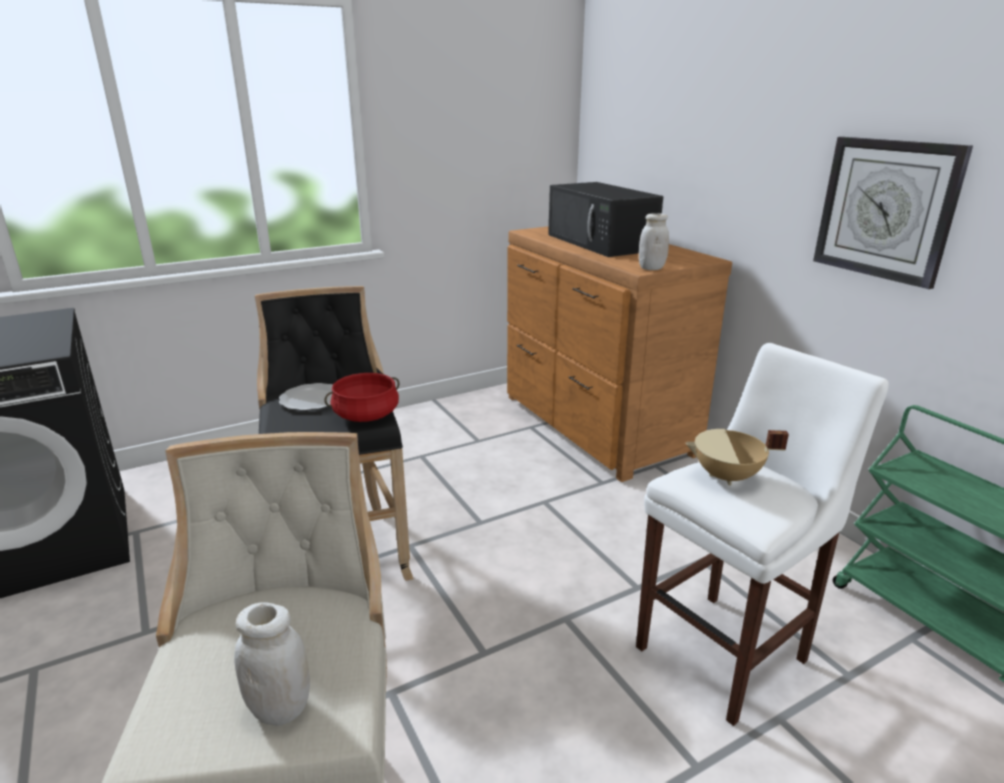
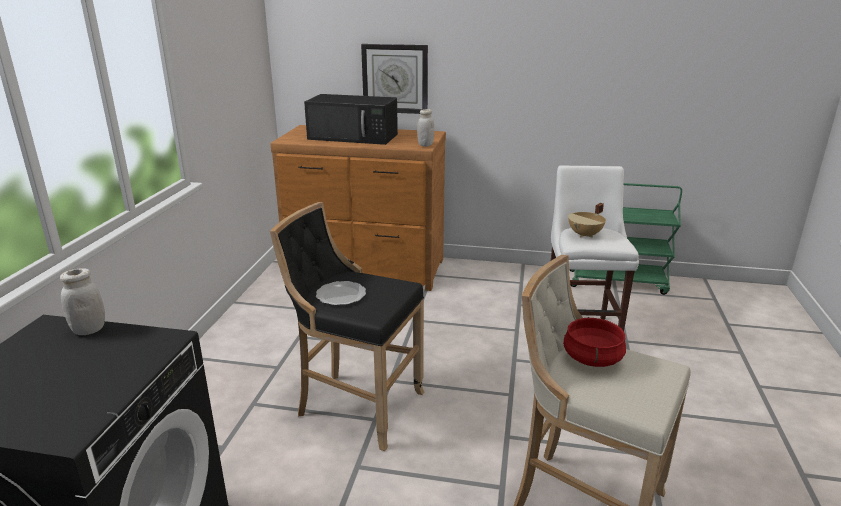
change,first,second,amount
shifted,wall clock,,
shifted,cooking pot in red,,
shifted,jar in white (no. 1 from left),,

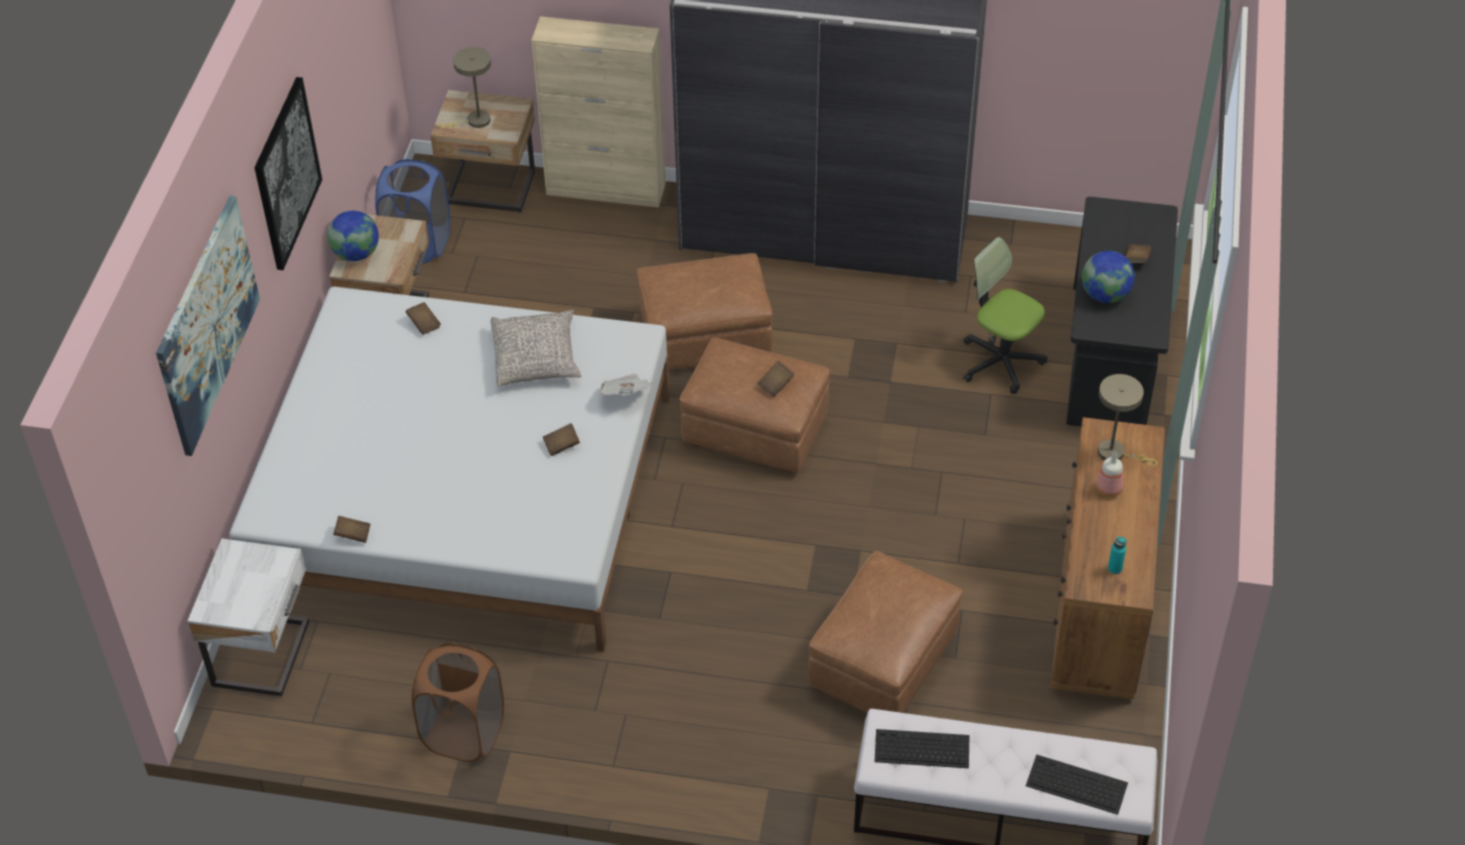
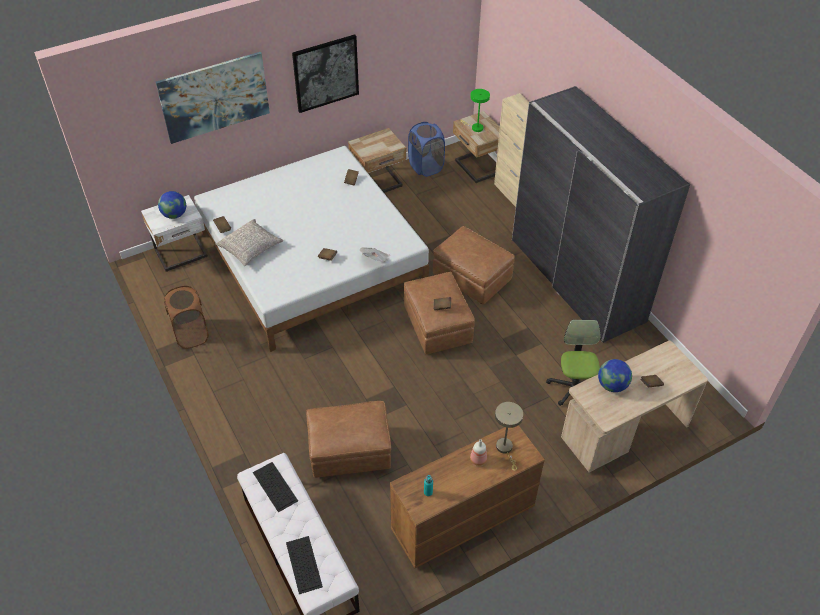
change,first,second,amount
repainted,table lamp in beige (no. 1 from left),table lamp in green,
repainted,desk in black,desk in beige,
shifted,globe (no. 1 from left),,
shifted,pillow in grey,,

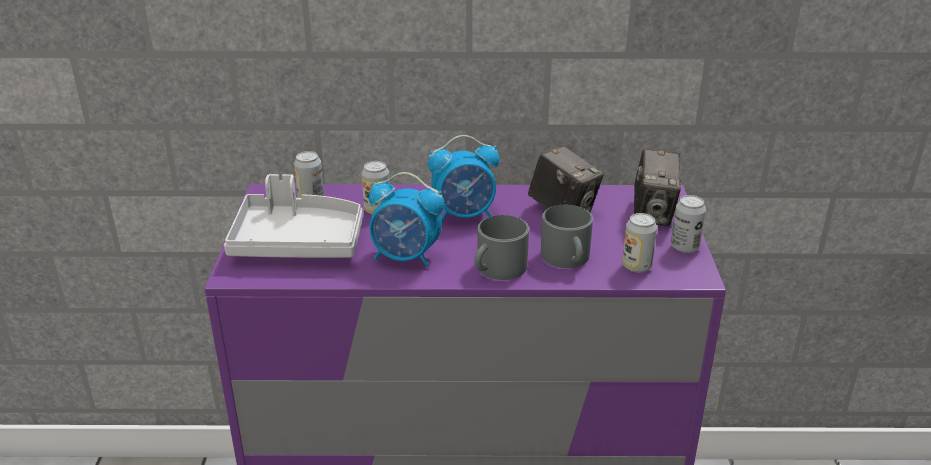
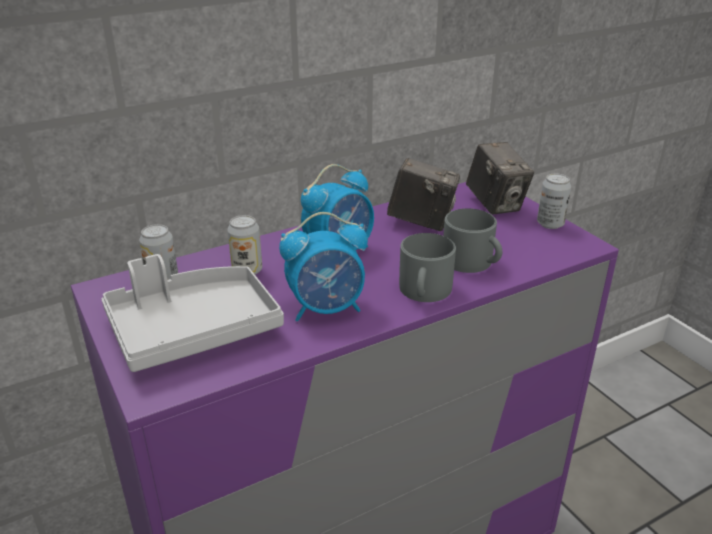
change,first,second,amount
gone,can (no. 3 from left),,

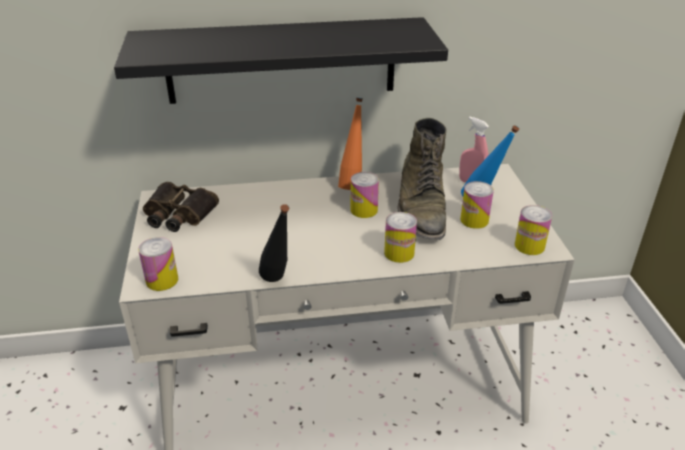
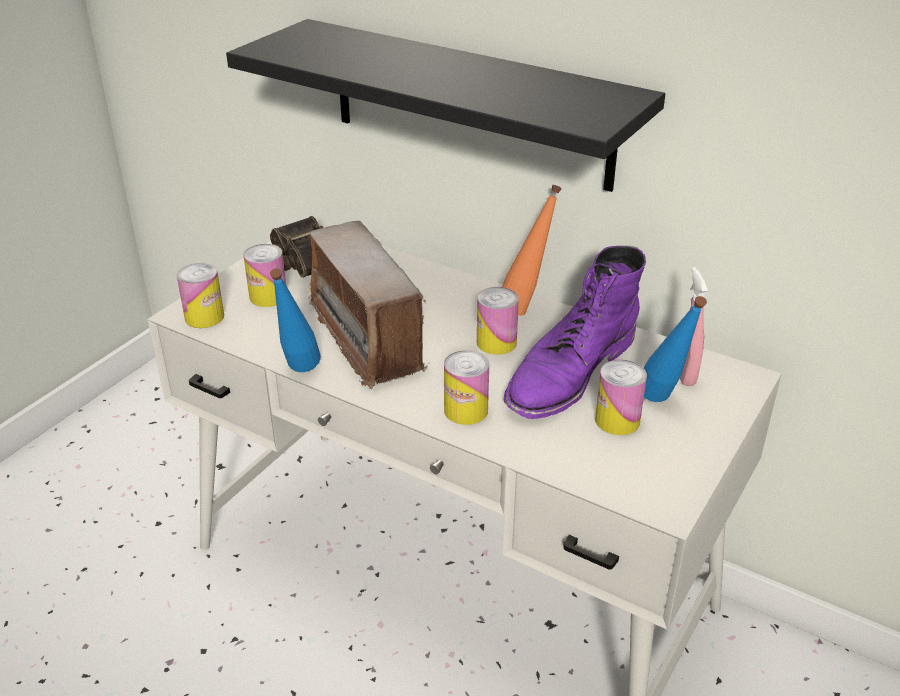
change,first,second,amount
repainted,boot in green,boot in purple,
repainted,bottle in black,bottle in blue (no. 1 from left),
shifted,can (no. 5 from left in the first image),can (no. 2 from left),
new,,radio,

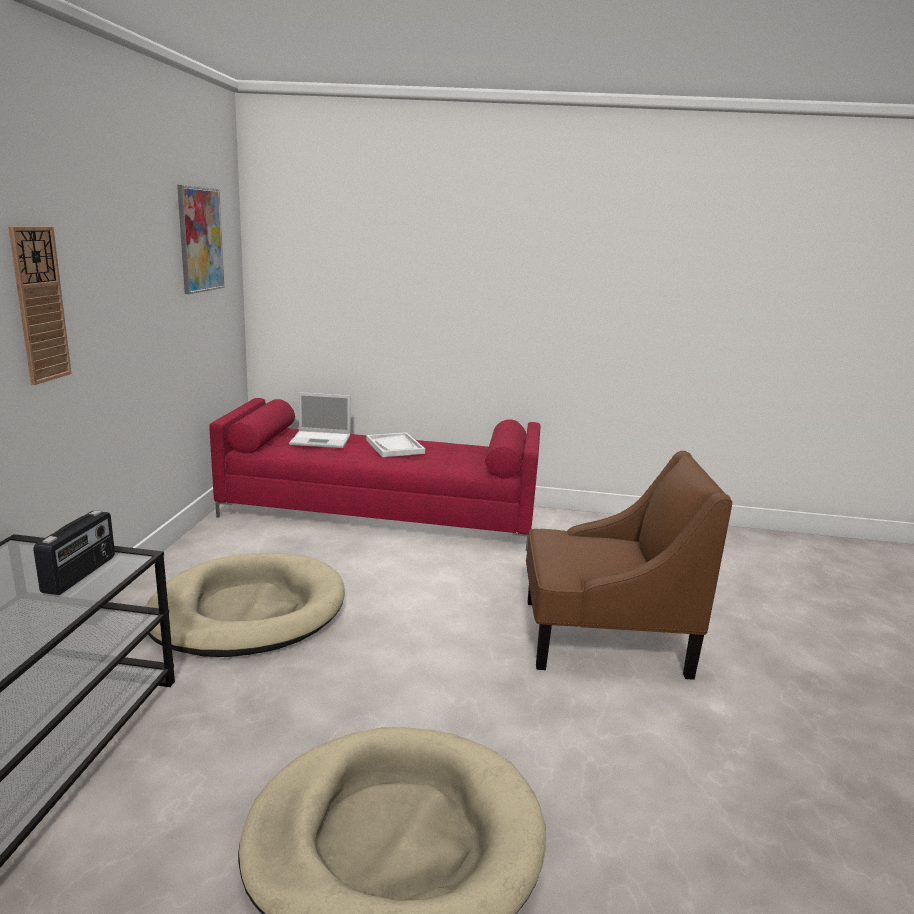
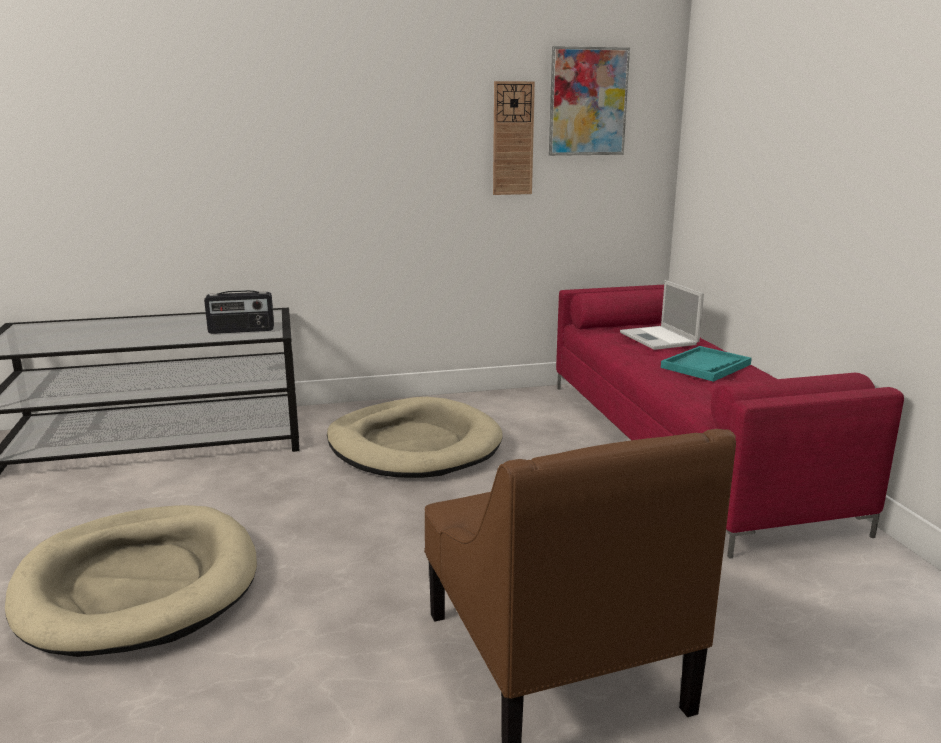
change,first,second,amount
shifted,wall clock,,
repainted,tray in white,tray in turquoise,

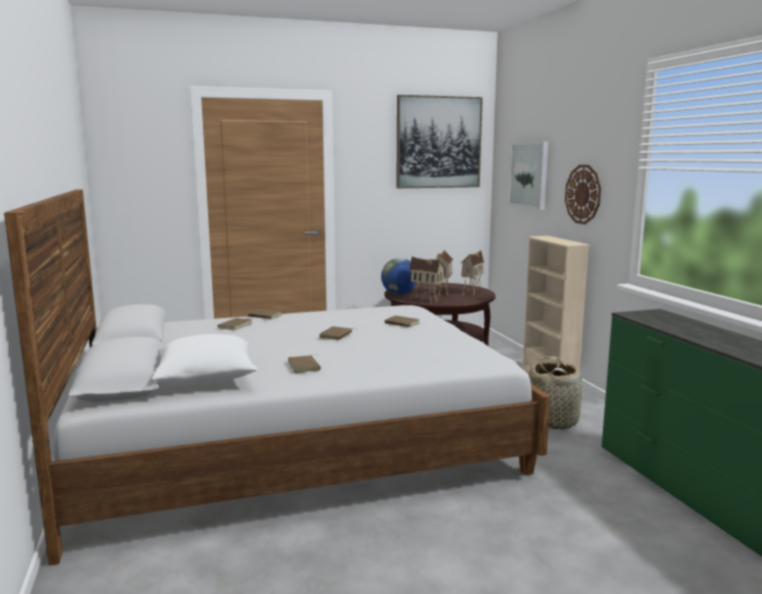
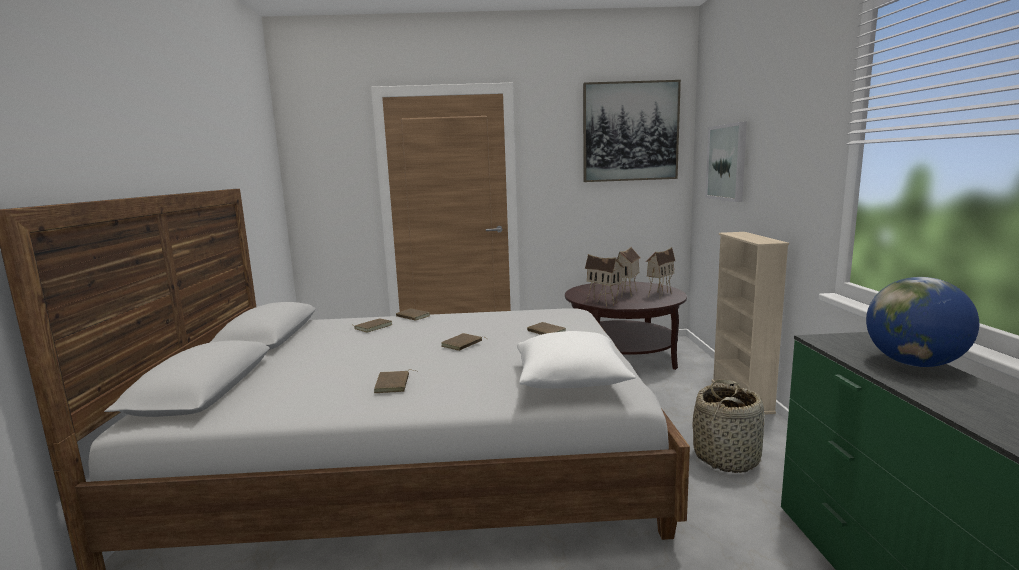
change,first,second,amount
gone,wall clock,,
shifted,globe,,
shifted,pillow in white,,

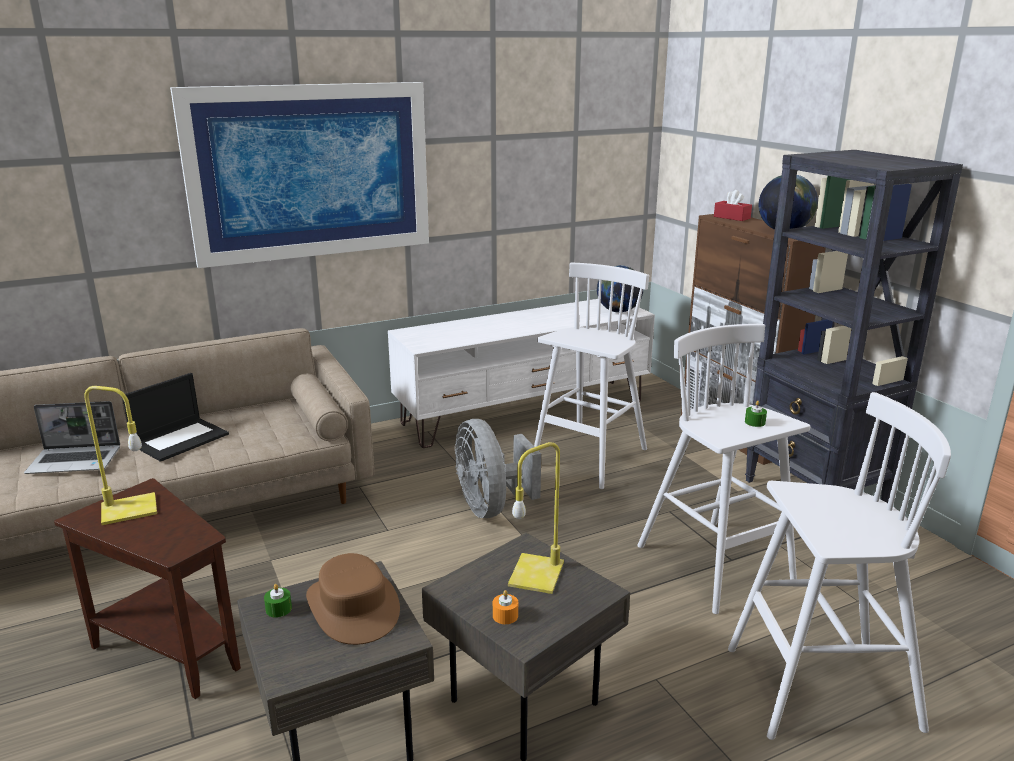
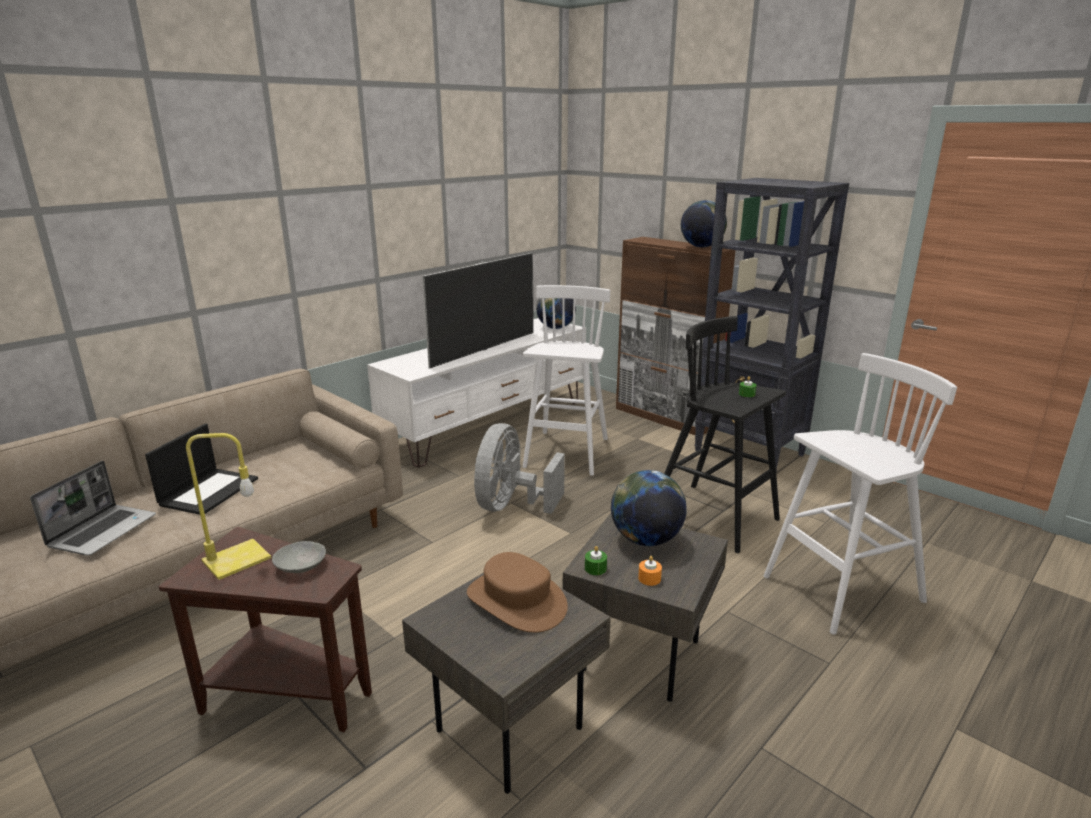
change,first,second,amount
gone,picture,,
gone,tissue box in red,,
repainted,stool in white (no. 2 from left),stool in black,
rotated,laptop (no. 1 from left),,45 degrees counterclockwise
rotated,fan in grey,,60 degrees clockwise
swapped,table lamp in yellow (no. 2 from left),globe (no. 2 from left),
shifted,candle in green (no. 1 from left),,
new,,television,
new,,bowl in grey,

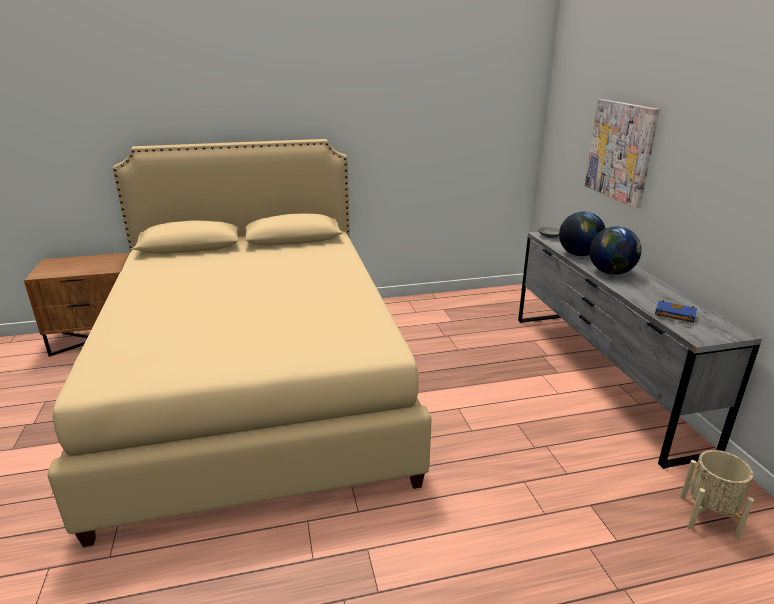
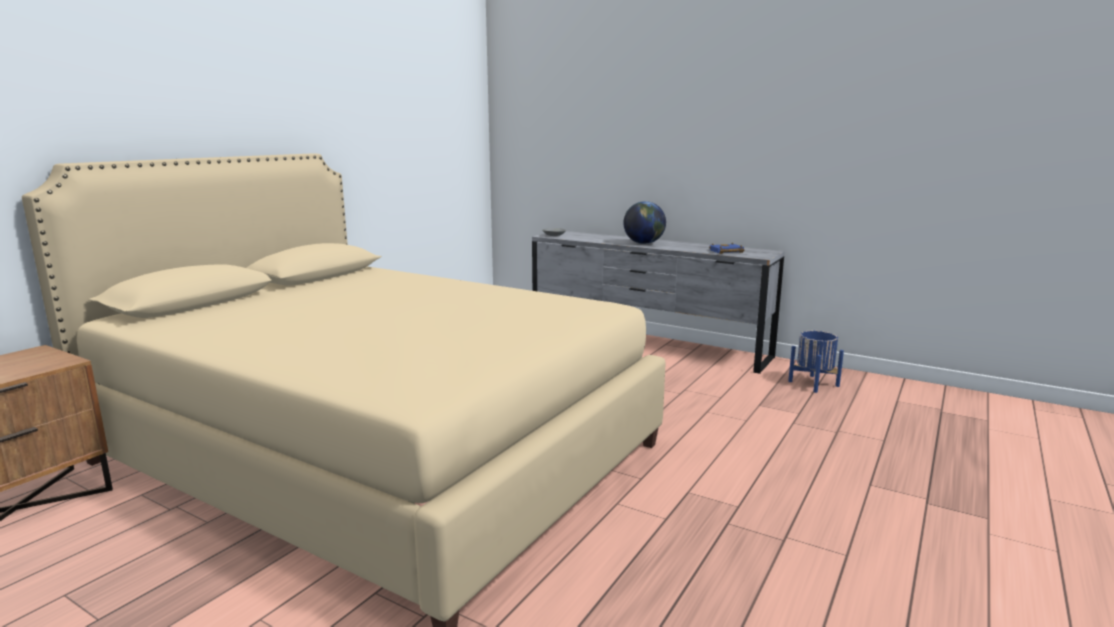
change,first,second,amount
gone,picture,,
gone,globe (no. 1 from left),,
repainted,planter in beige,planter in blue,

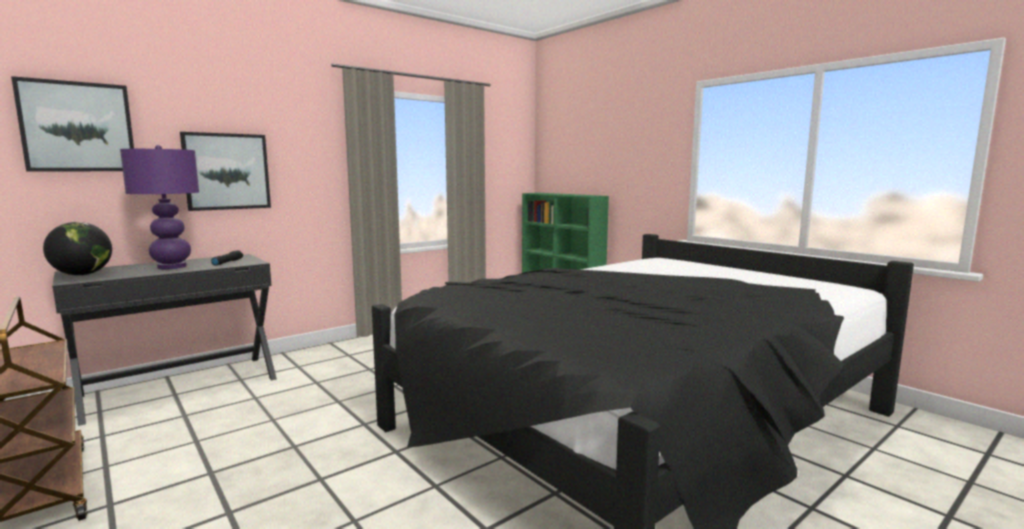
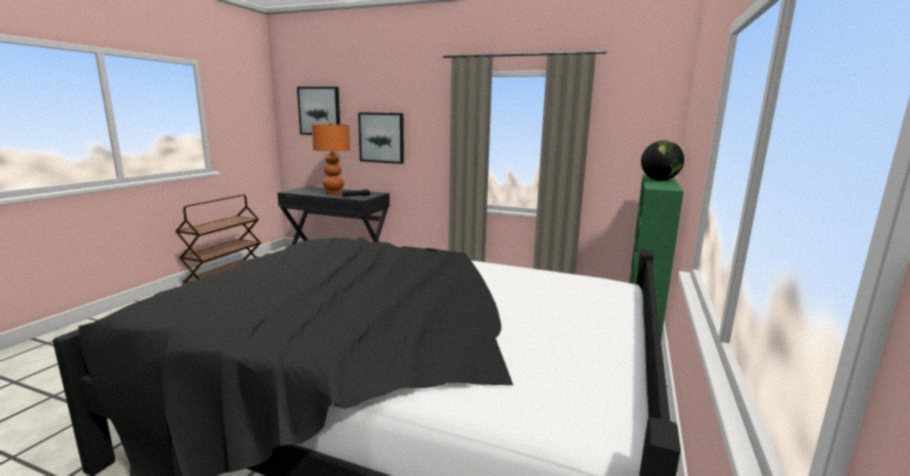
change,first,second,amount
repainted,table lamp in purple,table lamp in orange,
shifted,globe,,

